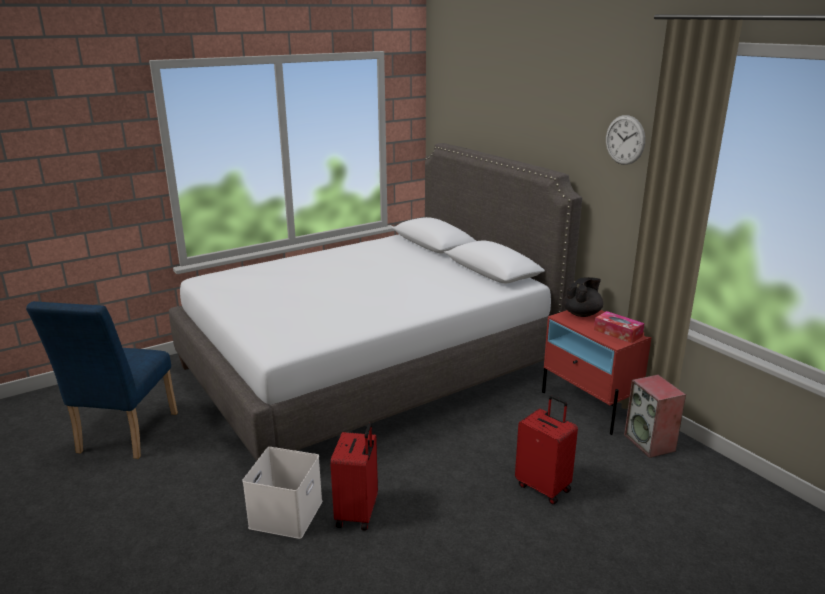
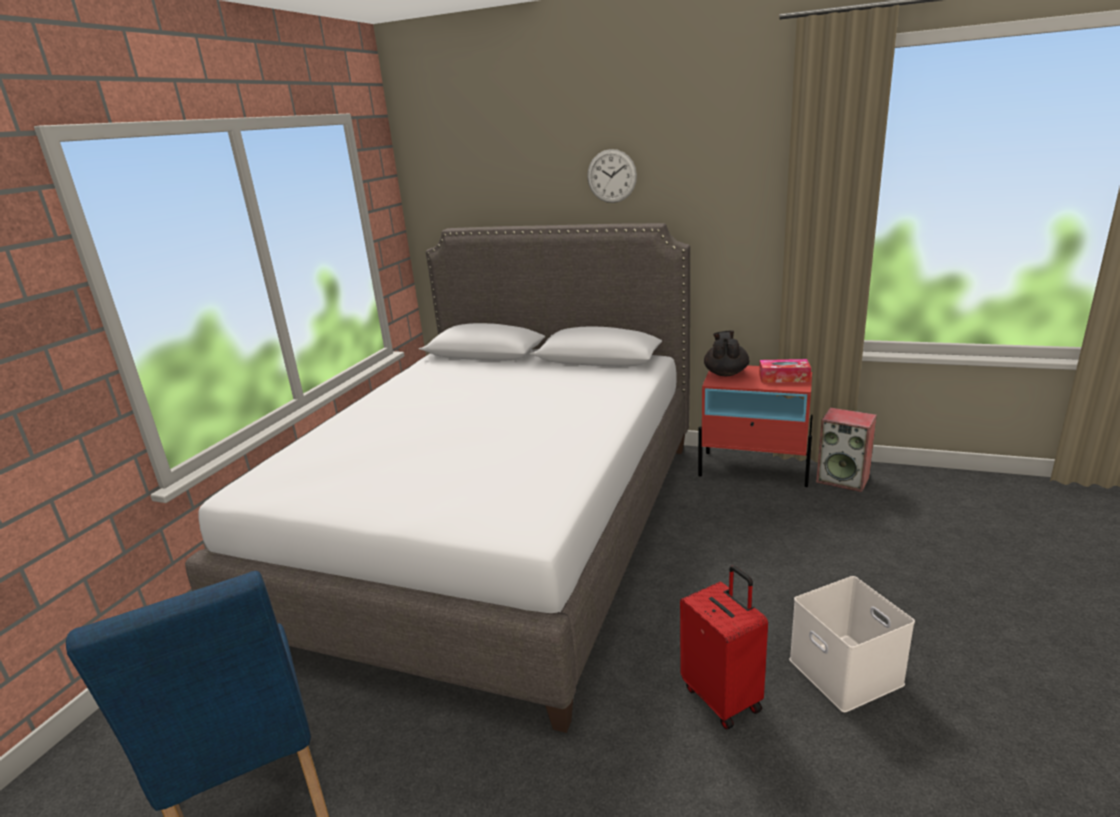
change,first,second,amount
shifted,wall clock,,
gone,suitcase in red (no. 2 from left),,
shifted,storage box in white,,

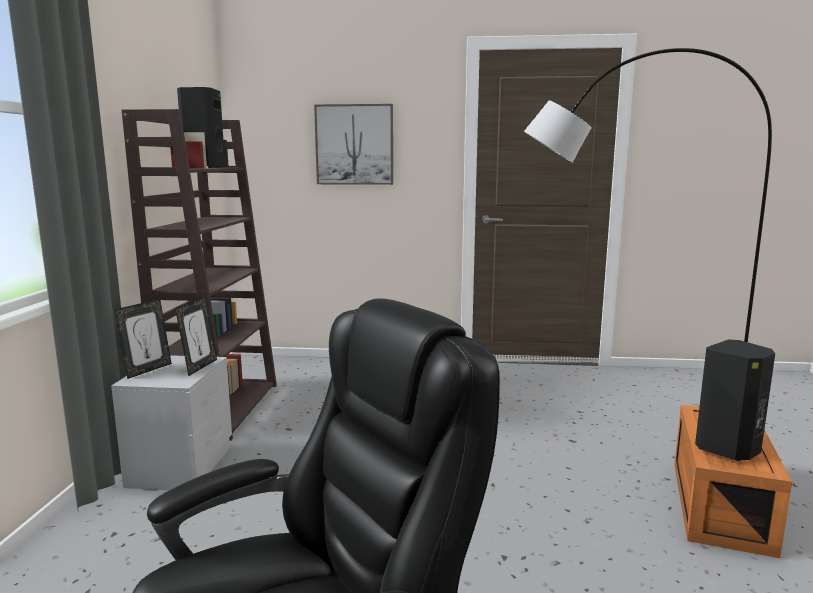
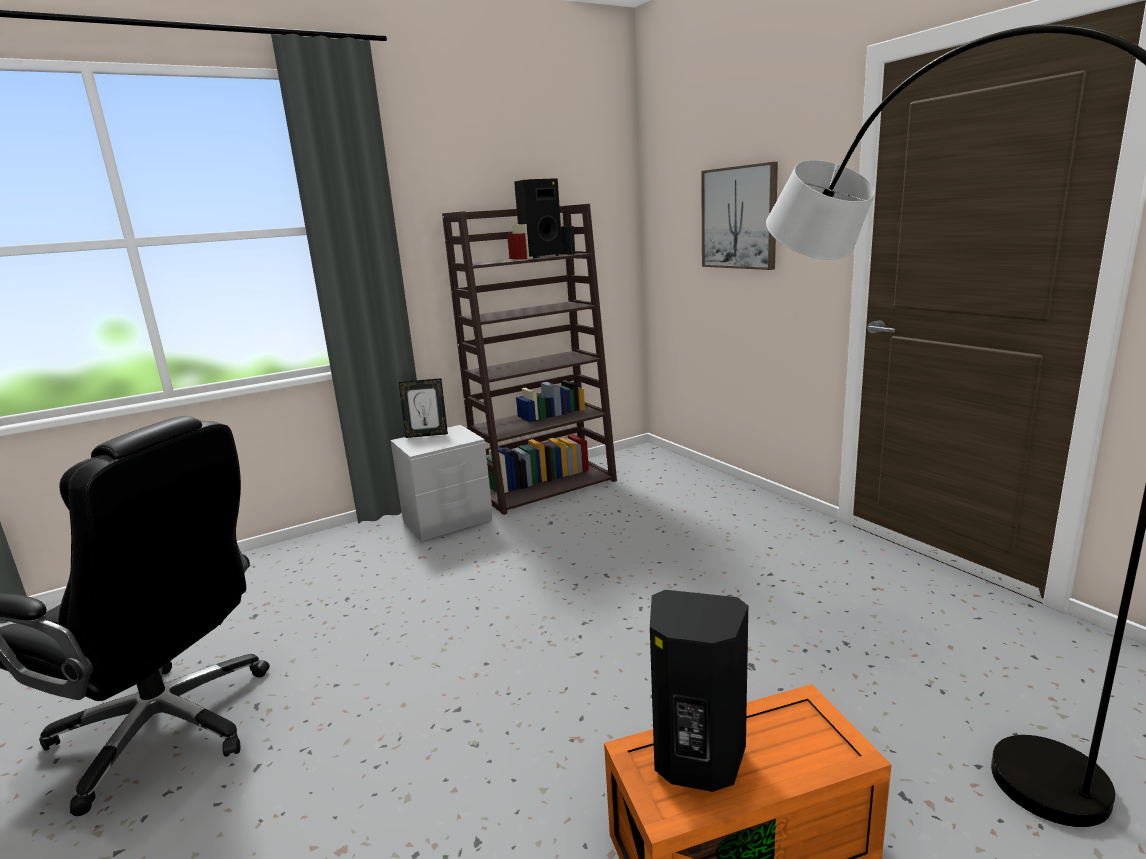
change,first,second,amount
gone,picture frame (no. 2 from left),,

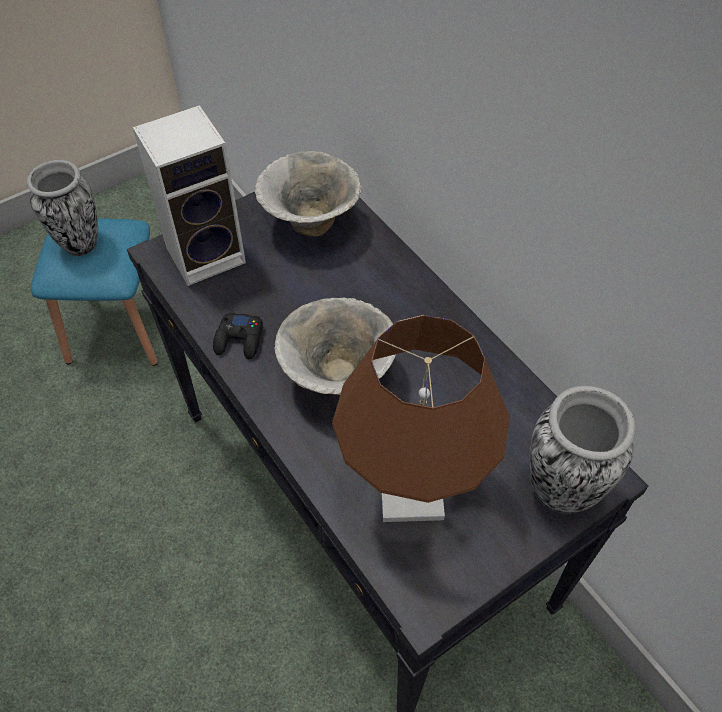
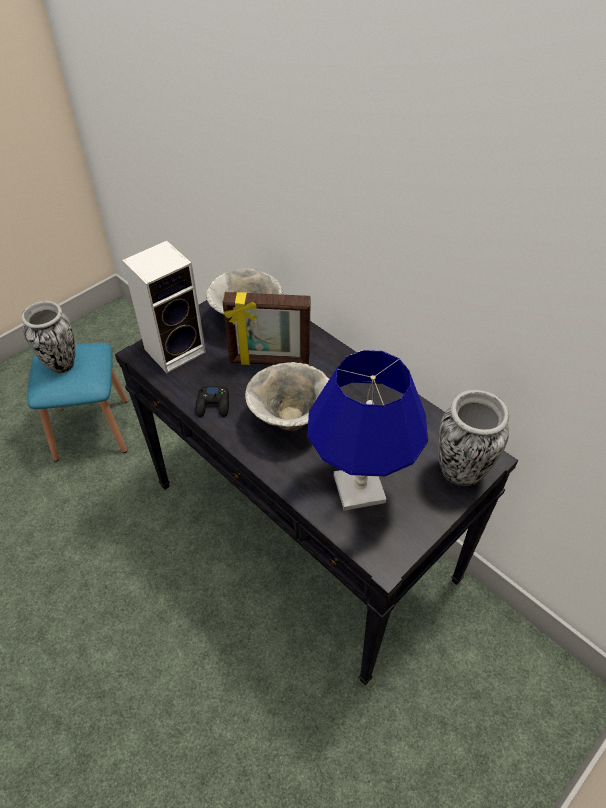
change,first,second,amount
repainted,table lamp in brown,table lamp in blue,
new,,picture frame,

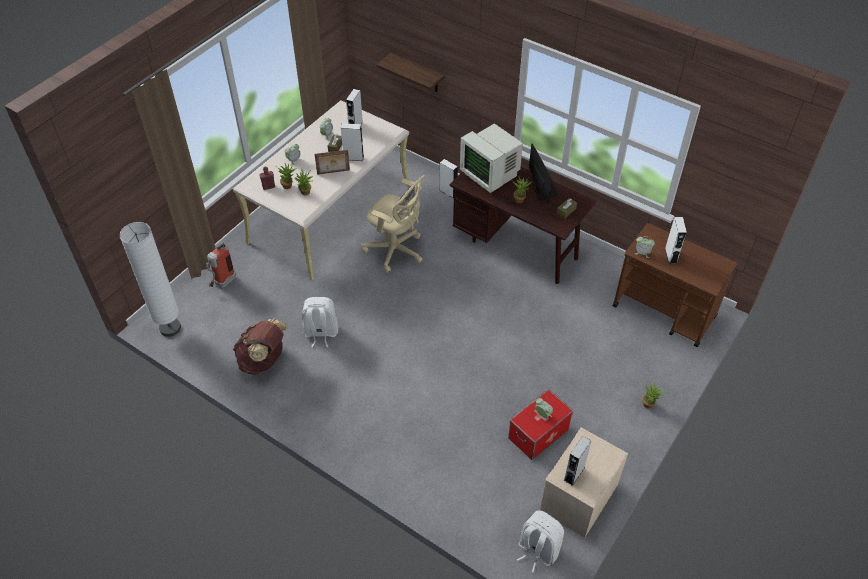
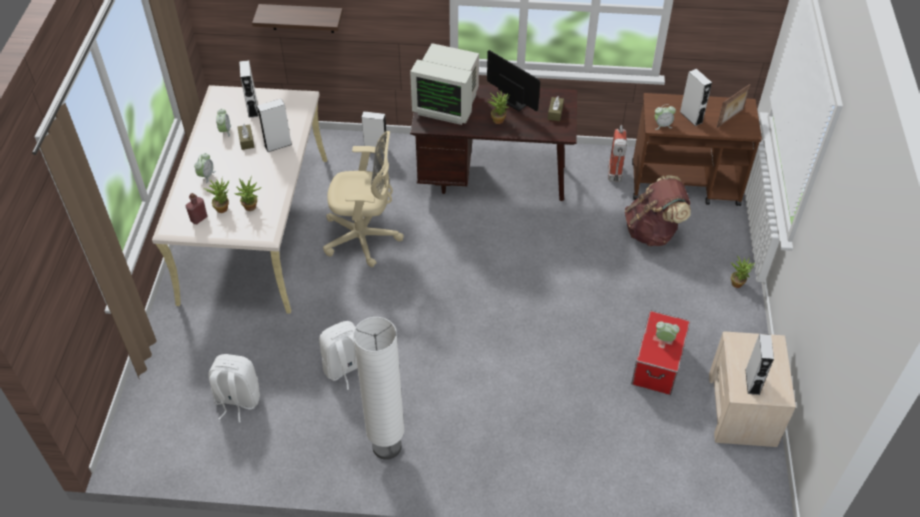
change,first,second,amount
shifted,picture frame,,
shifted,floor lamp in white,,
shifted,fire extinguisher,,
shifted,backpack in brown,,
shifted,backpack in white (no. 2 from left in the first image),backpack in white (no. 1 from left),

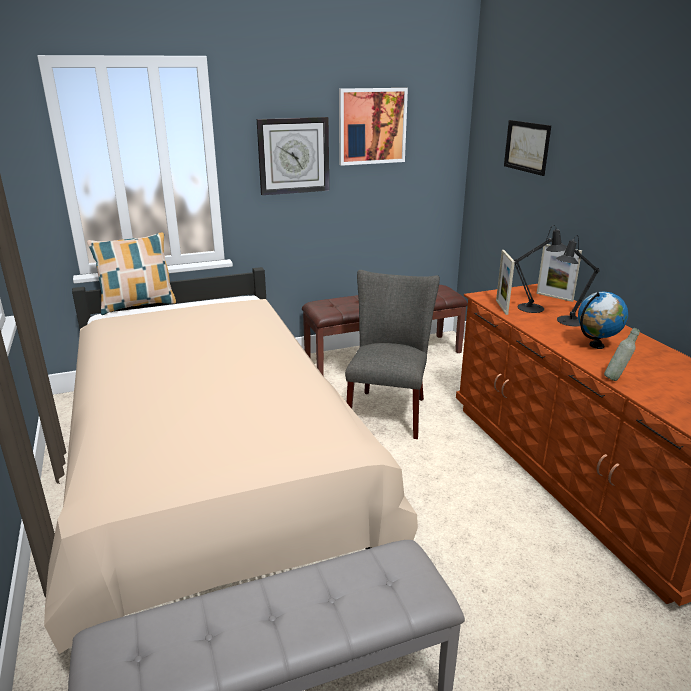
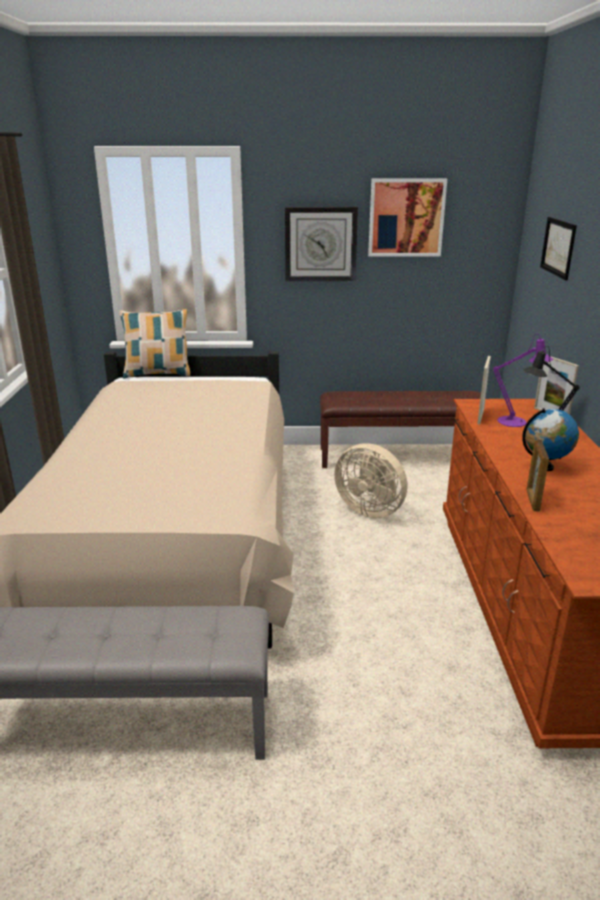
change,first,second,amount
repainted,table lamp in black (no. 1 from left),table lamp in purple,
swapped,chair in grey,fan in beige,
swapped,bottle in grey,picture frame (no. 2 from left),

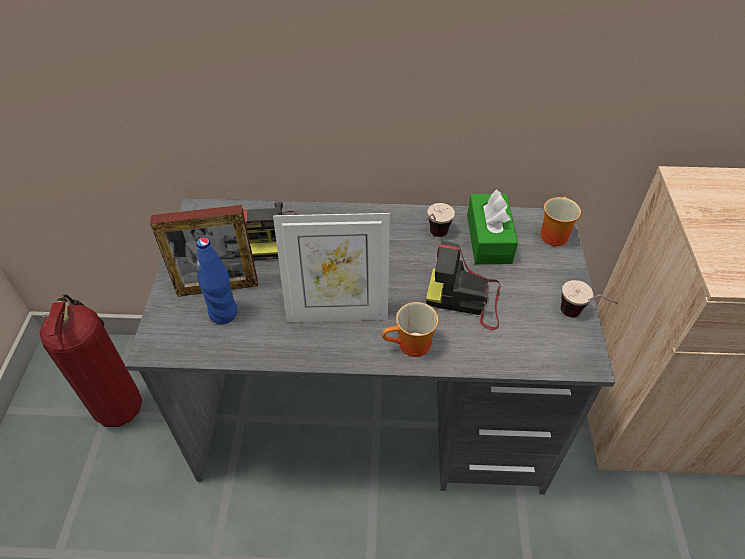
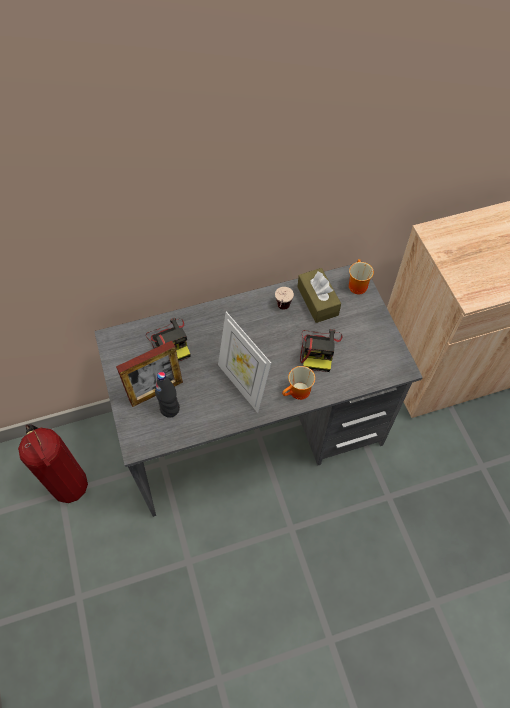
change,first,second,amount
repainted,tissue box in green,tissue box in brown,
rotated,picture frame (no. 2 from left),,75 degrees clockwise
repainted,bottle in blue,bottle in black,
rotated,photo camera (no. 2 from left),,75 degrees counterclockwise
gone,cup (no. 2 from left),,

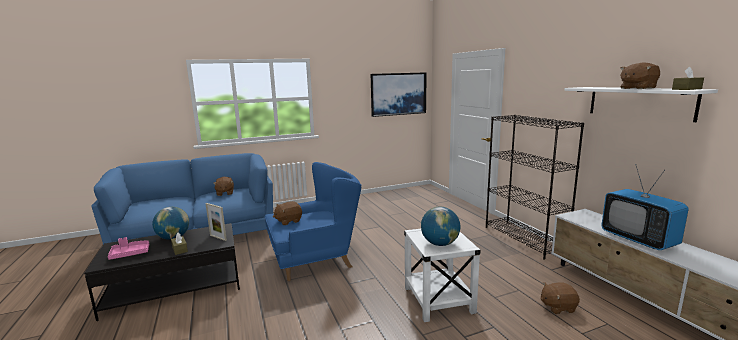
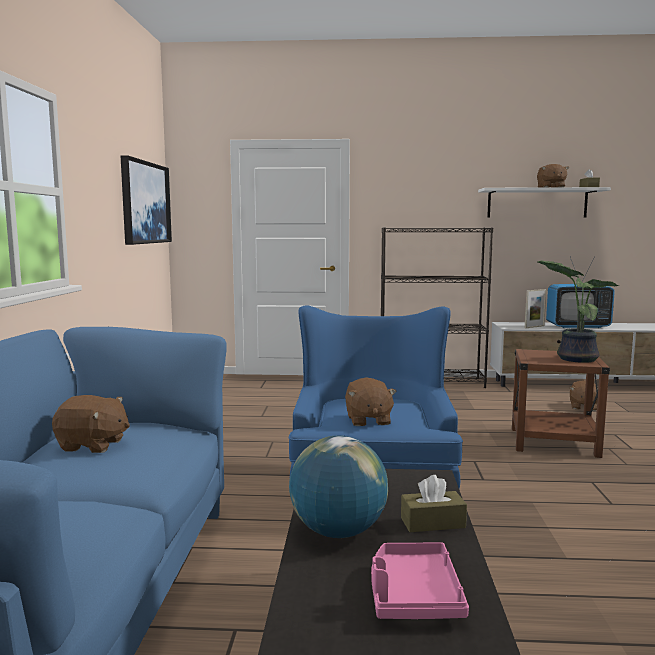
change,first,second,amount
shifted,picture frame,,
swapped,globe (no. 2 from left),potted plant,
repainted,side table in white,side table in brown,

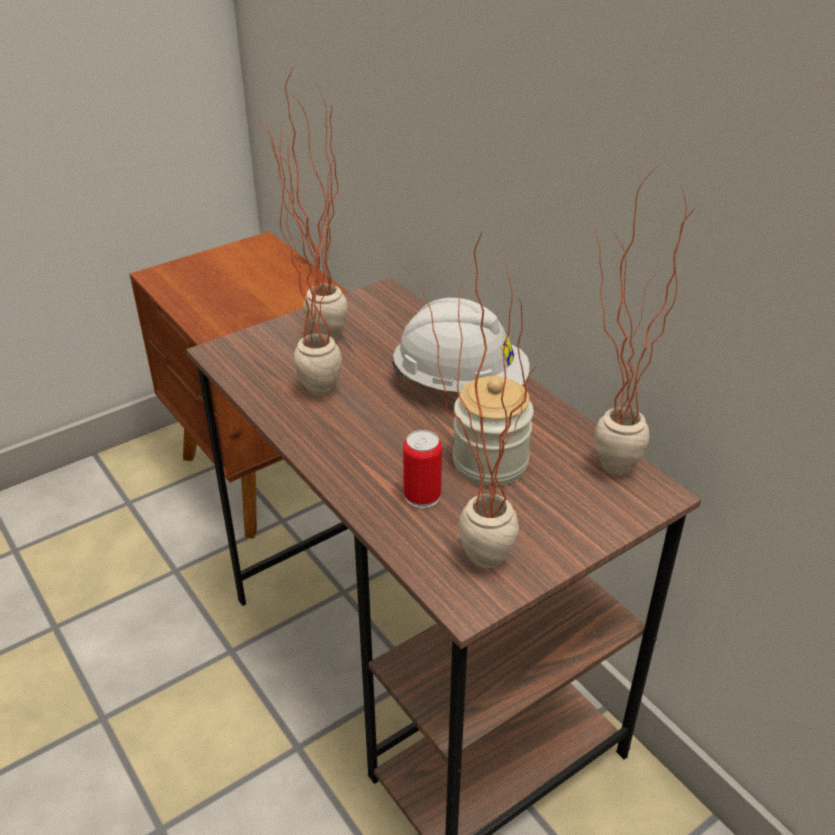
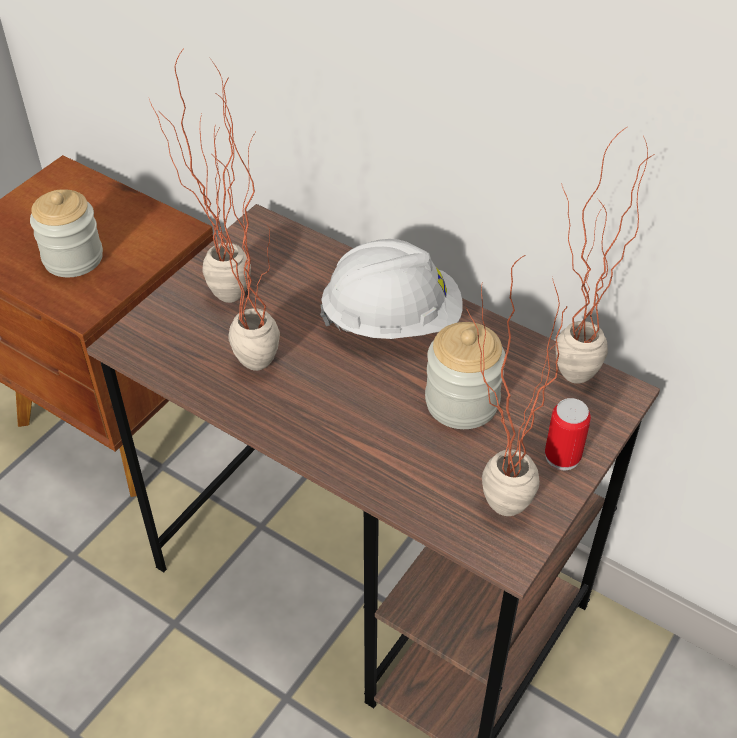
change,first,second,amount
shifted,can,,
new,,jar (no. 1 from left),

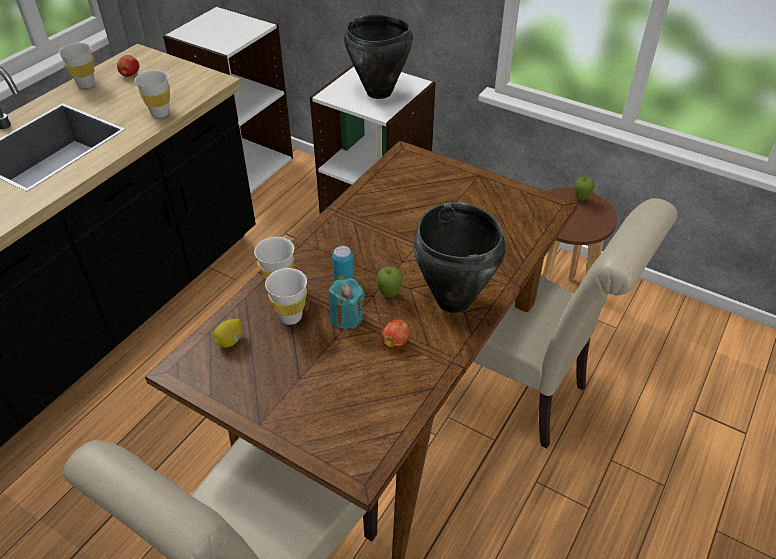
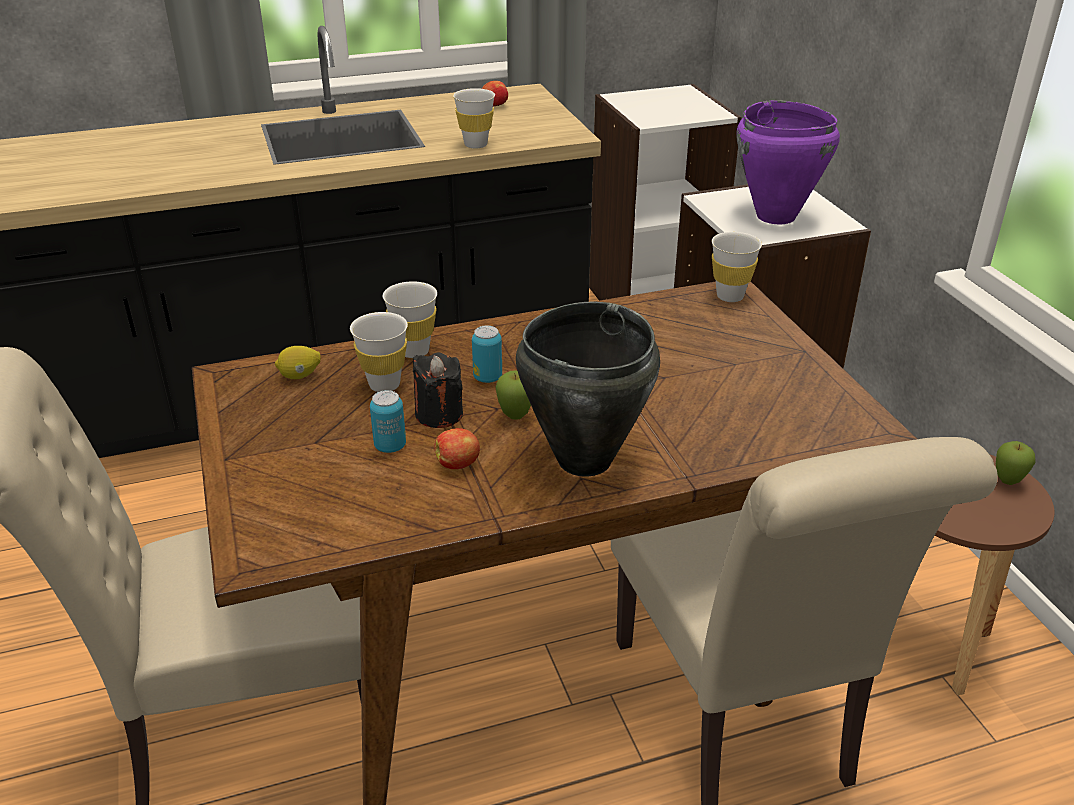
change,first,second,amount
repainted,cooking pot in black (no. 1 from left),cooking pot in purple,
shifted,cup in white (no. 1 from left in the first image),cup in white (no. 4 from left),
repainted,candle in turquoise,candle in black,
new,,can (no. 1 from left),

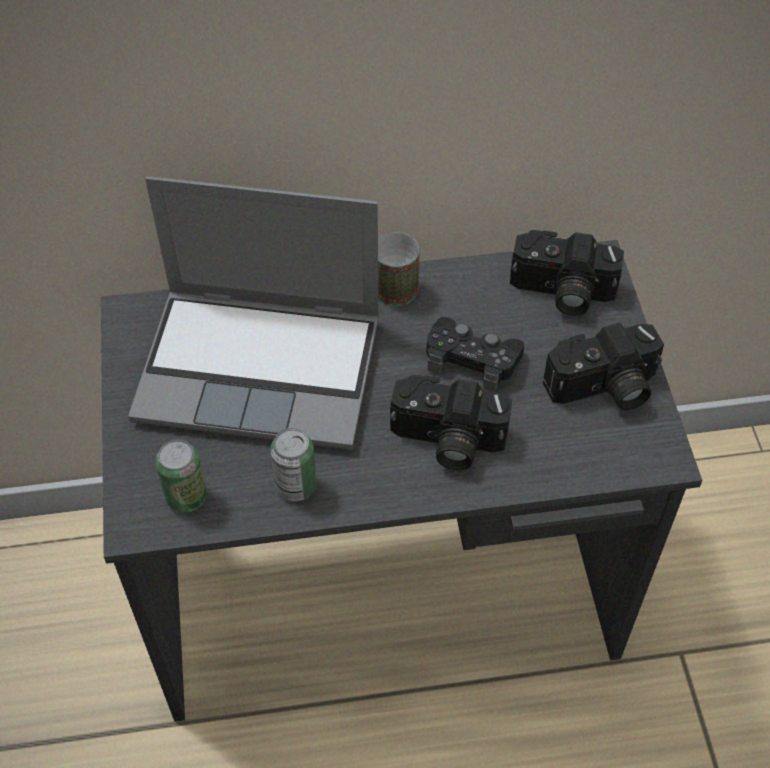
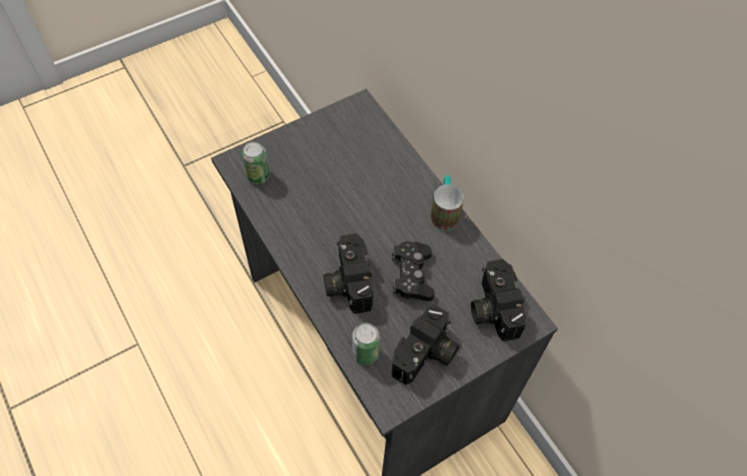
change,first,second,amount
gone,laptop,,
rotated,photo camera (no. 3 from left in the first image),photo camera (no. 2 from left),105 degrees counterclockwise
shifted,can (no. 2 from left),,

